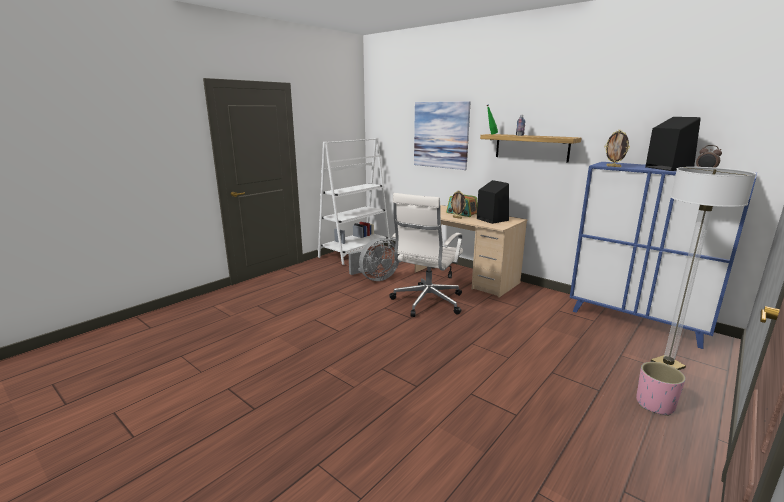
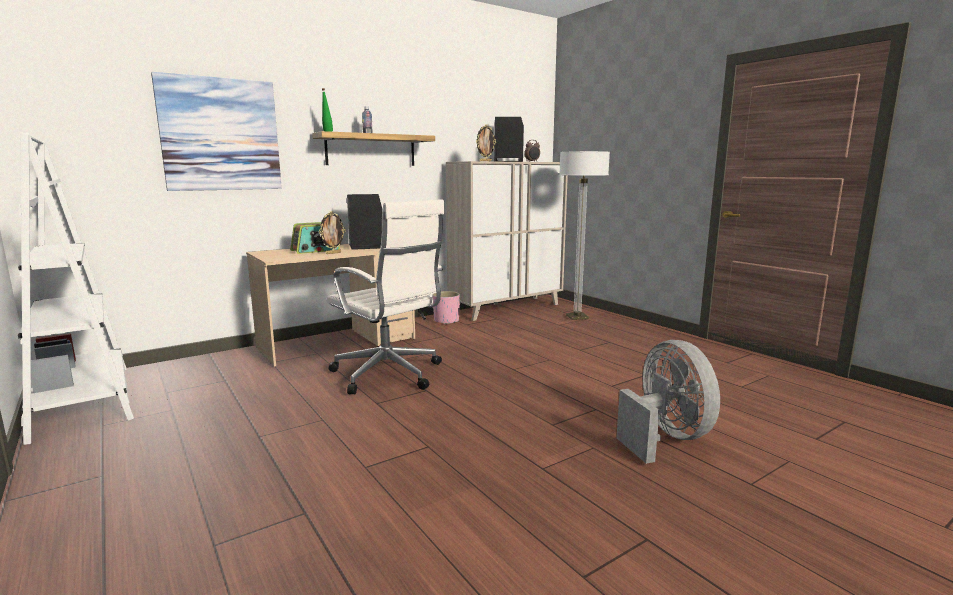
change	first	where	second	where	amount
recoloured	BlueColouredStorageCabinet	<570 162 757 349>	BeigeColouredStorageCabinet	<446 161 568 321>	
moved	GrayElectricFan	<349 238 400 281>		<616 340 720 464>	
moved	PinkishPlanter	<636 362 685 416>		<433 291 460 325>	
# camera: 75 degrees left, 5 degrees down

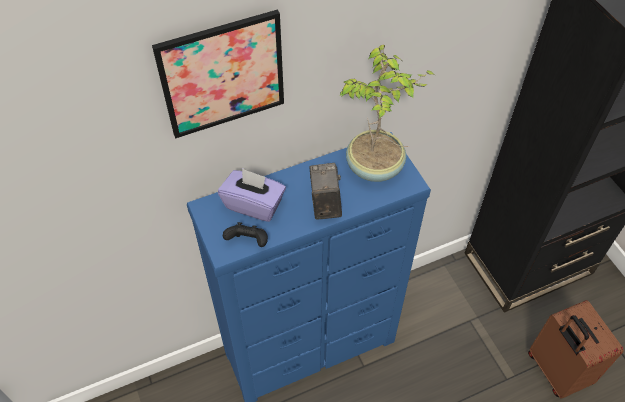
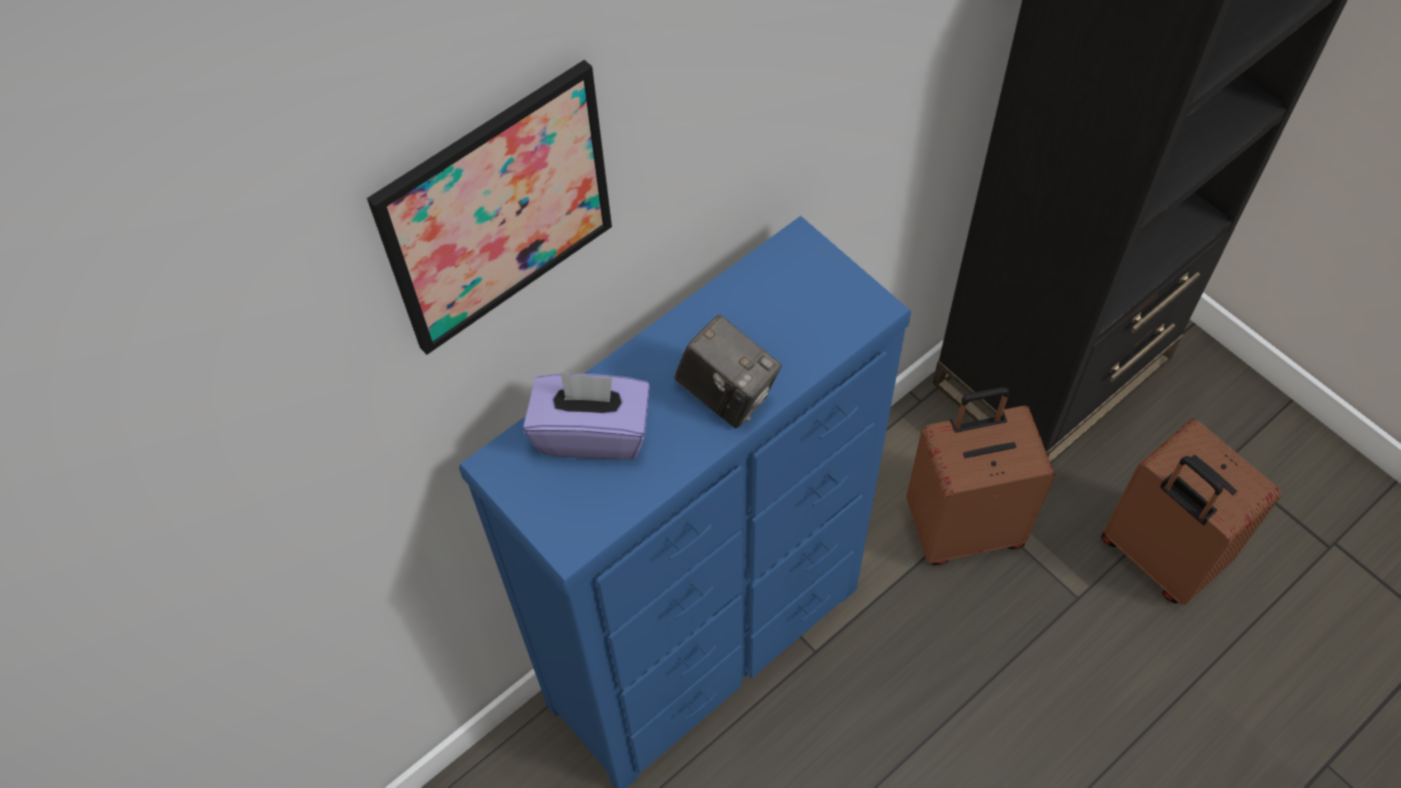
change	first	where	second	where	amount
removed	PottedPlant	<339 45 435 182>			
turned	PhotoCamera	<309 163 342 220>		<674 315 782 428>	150 degrees clockwise
removed	BlackishGameController	<223 222 268 247>			
added			BrownColouredSuitcase	<906 387 1055 565>	
# camera: 15 degrees left, 5 degrees up

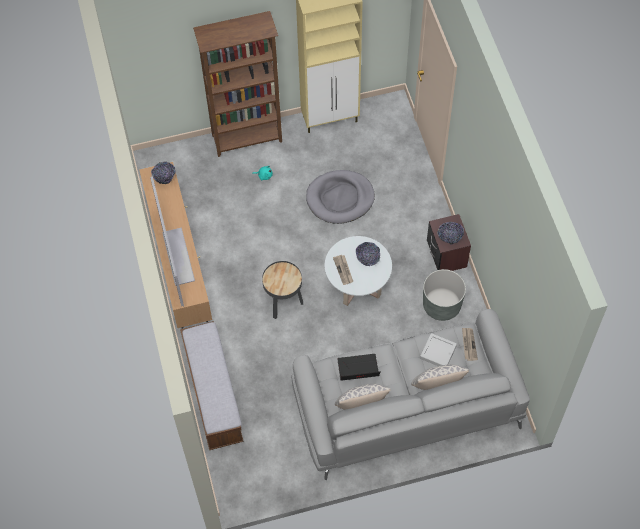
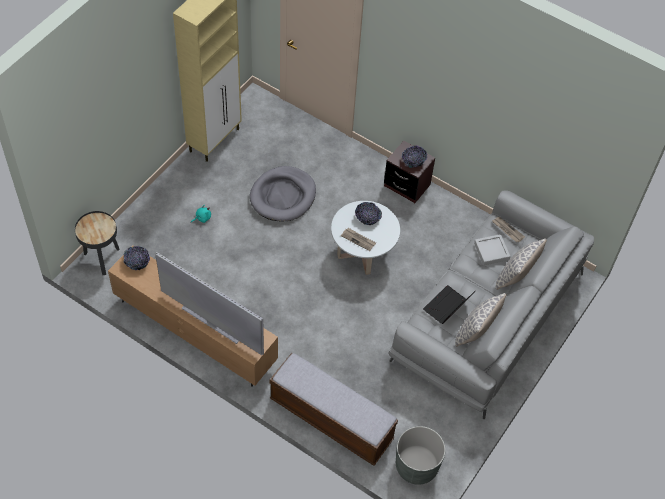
change	first	where	second	where	amount
removed	BrownColouredBookshelf	<193 11 282 157>			
moved	BlackishAccentTable	<262 261 303 319>		<75 211 120 275>	
moved	GrayPlanter	<423 269 466 321>		<396 426 446 485>	
# camera: 45 degrees left, 5 degrees down

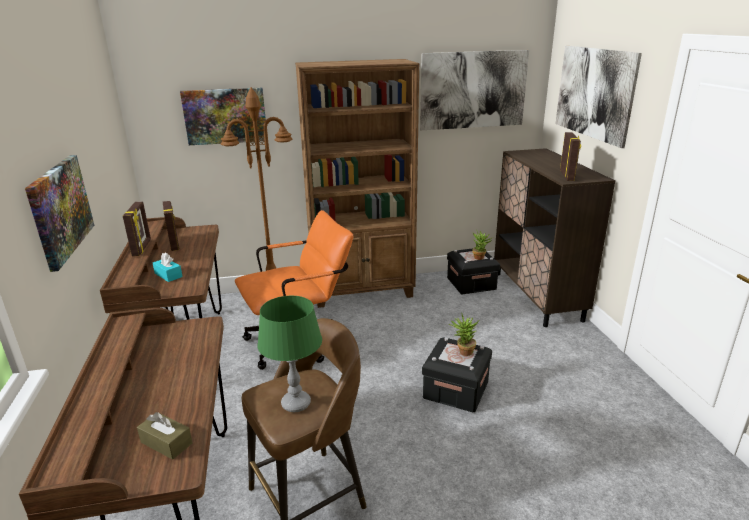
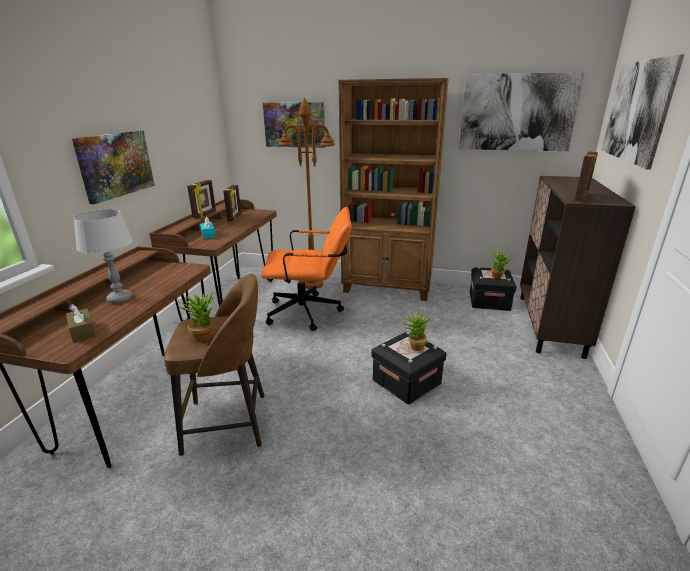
change	first	where	second	where	amount
replaced	GreenLampForATable	<257 296 322 412>	PottedPlant	<176 293 213 342>	
added			GrayLampForATable	<74 209 133 303>	
# camera: 25 degrees right, 0 degrees up

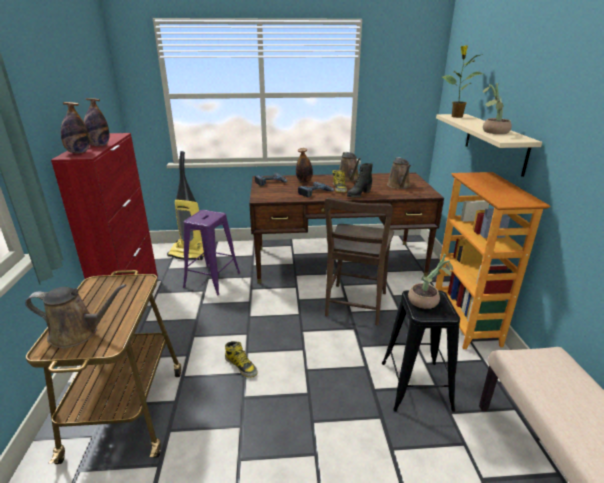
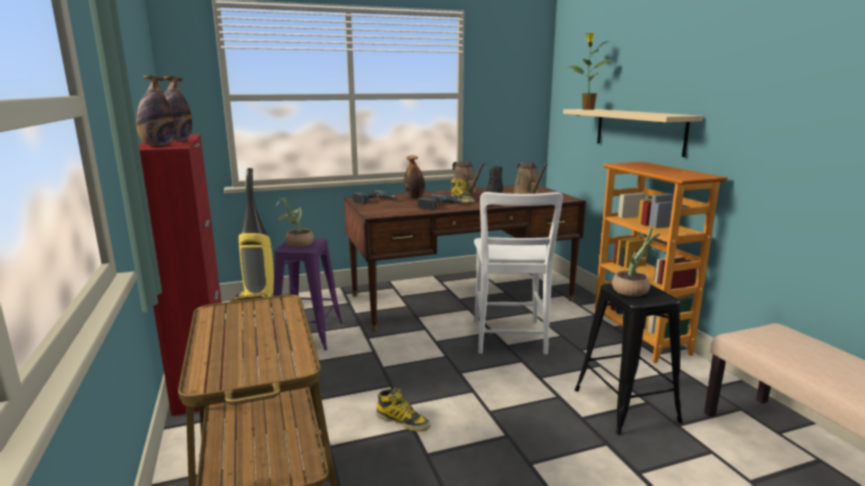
change	first	where	second	where	amount
moved	PottedPlant	<483 83 512 134>		<276 197 314 247>	
recoloured	BrownColouredUprightChair	<325 197 394 326>	WhiteColouredUprightChair	<474 192 563 355>	
removed	BrownColouredSprinklingCan	<25 284 126 348>			
# camera: 15 degrees left, 10 degrees down

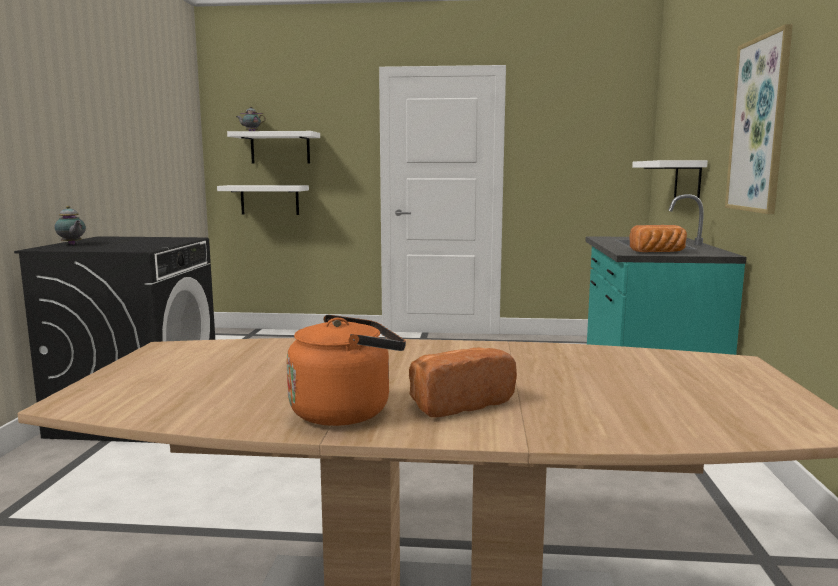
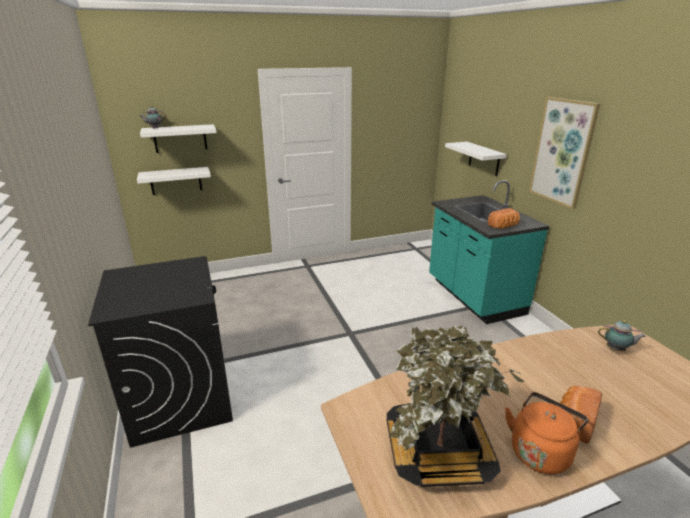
change	first	where	second	where	amount
moved	PotForTea	<55 206 86 245>		<598 320 646 352>	
added			PottedPlant	<387 325 525 487>	
# camera: 25 degrees left, 15 degrees up

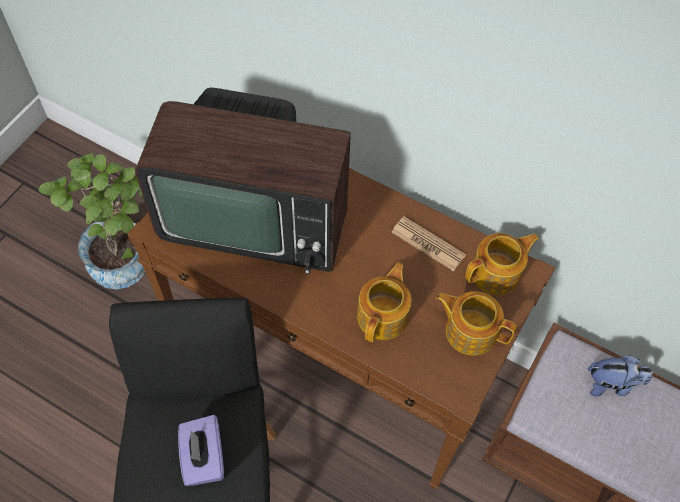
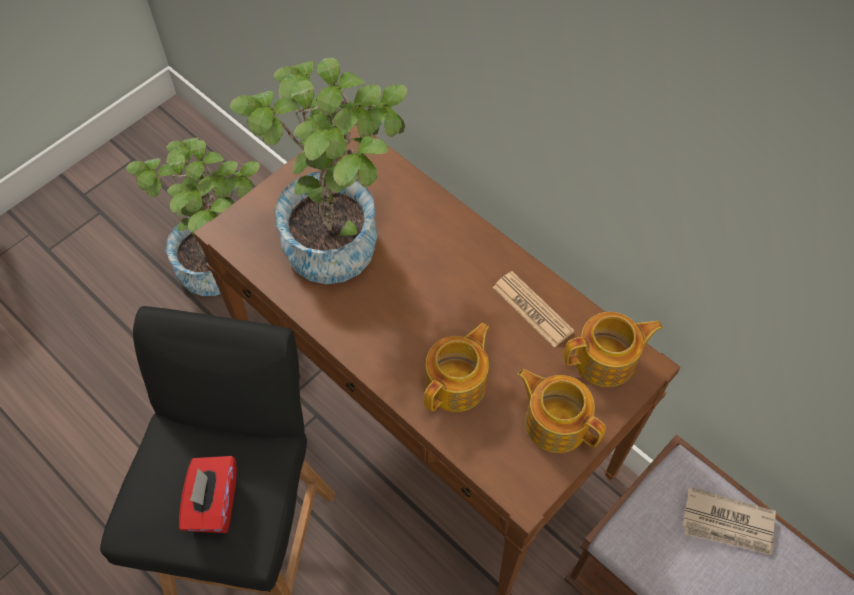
change	first	where	second	where	amount
replaced	TvSet	<135 88 351 274>	PottedPlant	<229 58 407 284>	
replaced	PlushToy	<588 355 653 397>	PrintedPaper	<682 487 776 555>	
recoloured	PurpleColouredTissueBox	<178 415 224 486>	RedTissueBox	<179 456 237 533>	
# camera: 15 degrees right, 0 degrees up

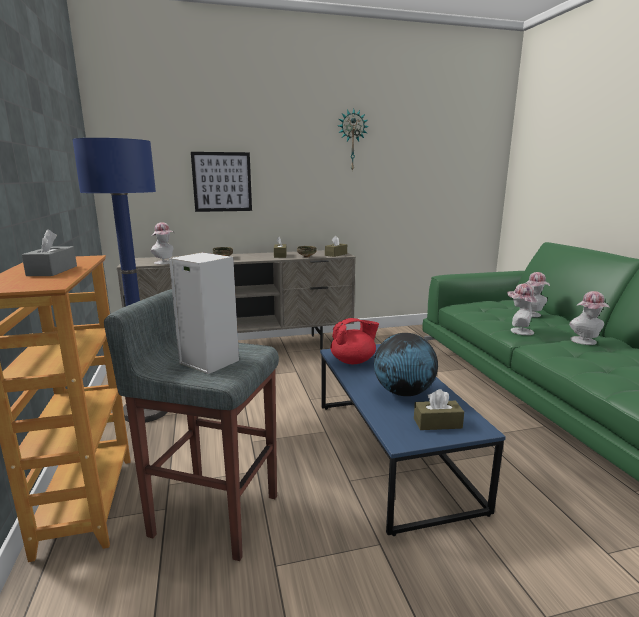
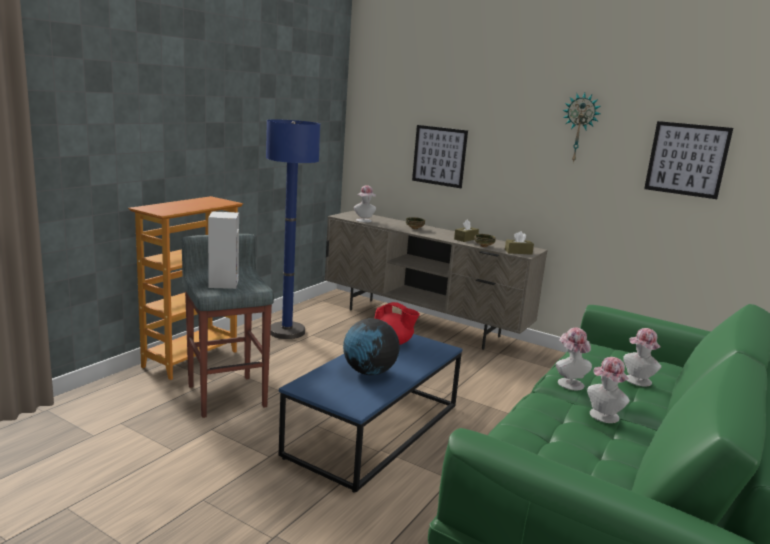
change	first	where	second	where	amount
removed	GrayTissueBox	<22 229 77 276>			
removed	BrownColouredTissueBox	<414 389 464 430>			
added			Picture	<644 121 733 199>	
# camera: 45 degrees right, 0 degrees up

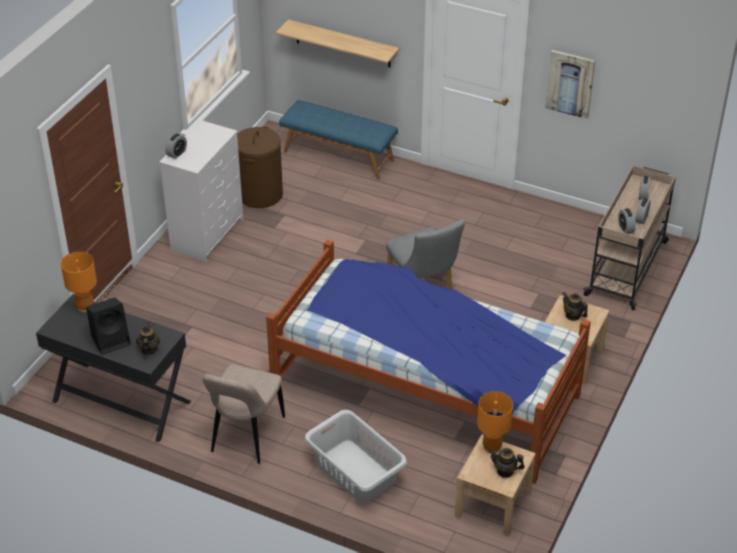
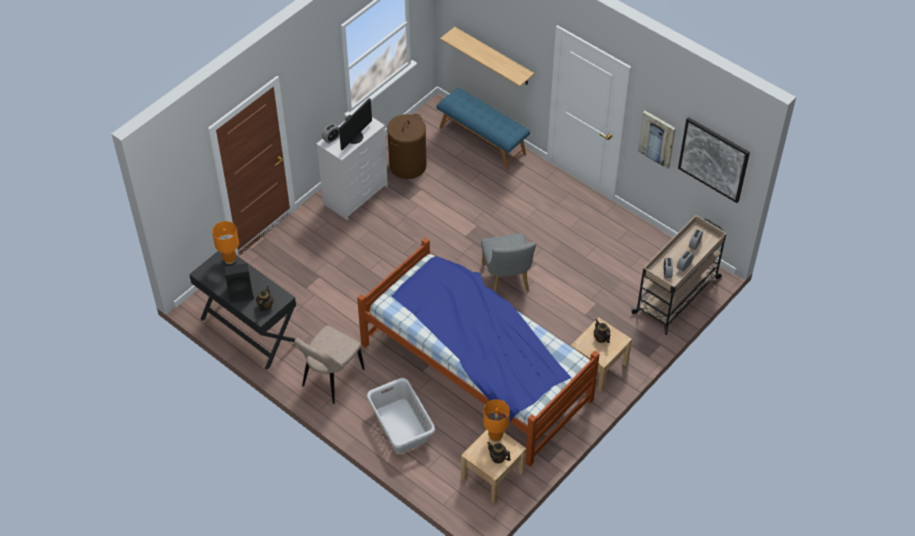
change	first	where	second	where	amount
added			Monitor	<339 98 372 150>	
added			Picture	<678 117 750 203>	
# camera: 15 degrees right, 10 degrees up

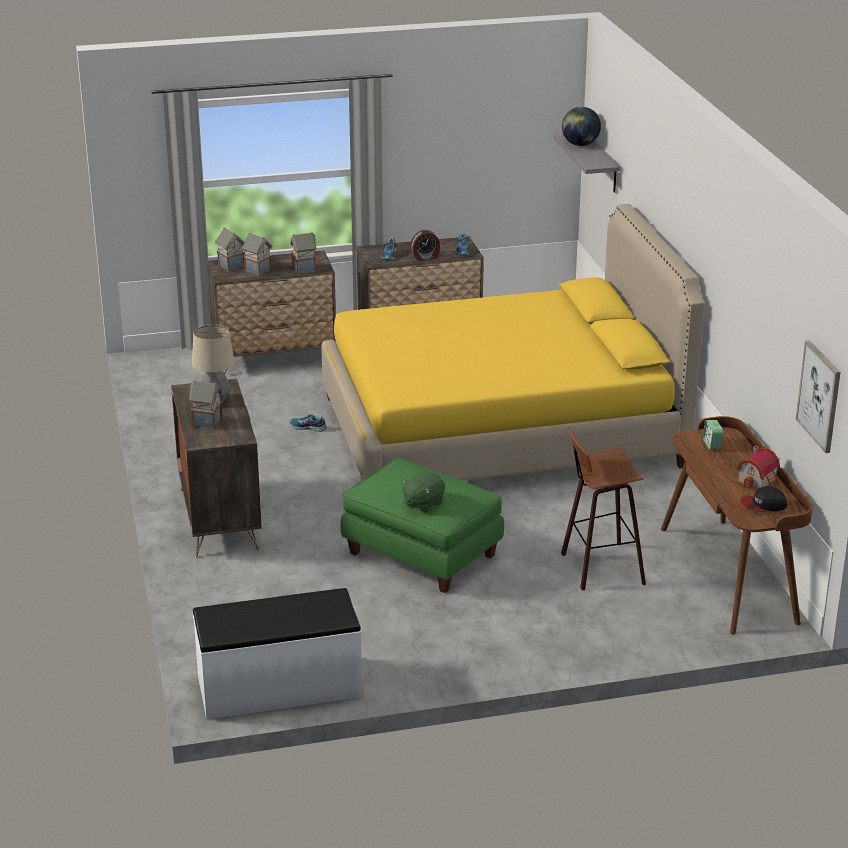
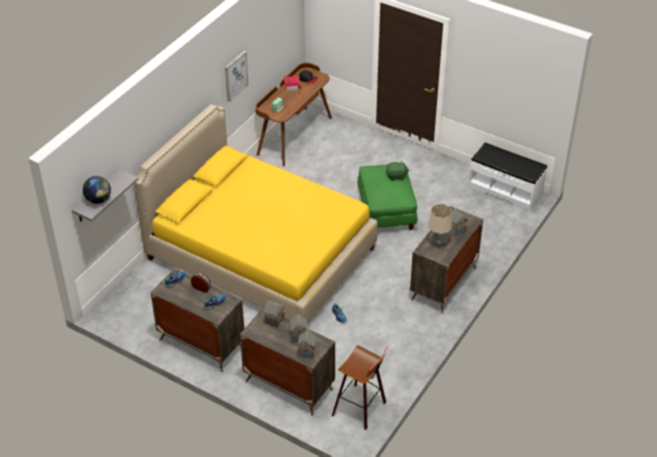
change	first	where	second	where	amount
moved	Picture	<796 340 841 453>		<225 51 248 102>	
moved	SittingStool	<561 426 646 590>		<332 345 388 430>	
# camera: 135 degrees left, 15 degrees up

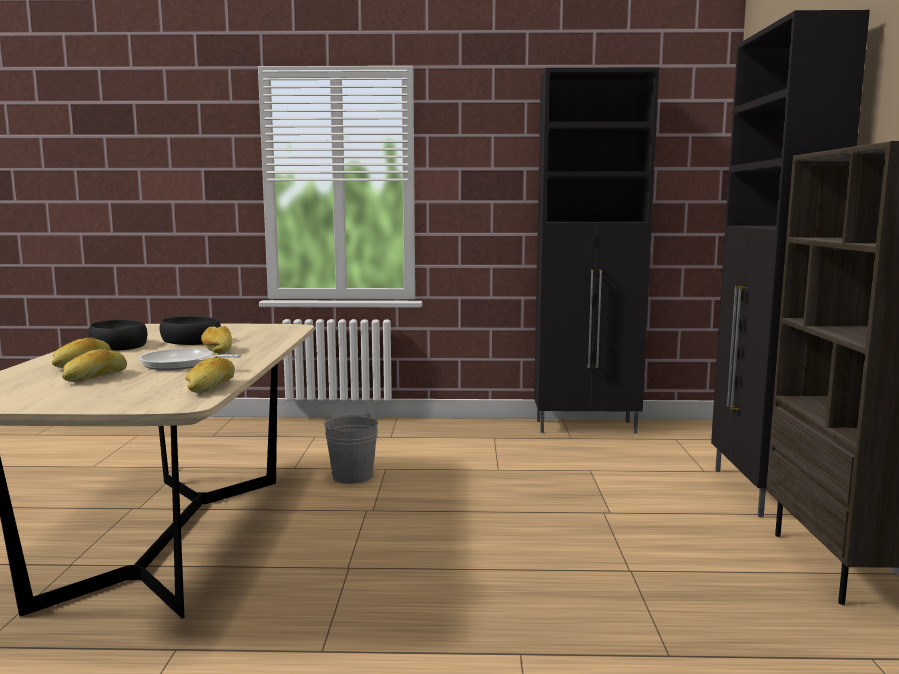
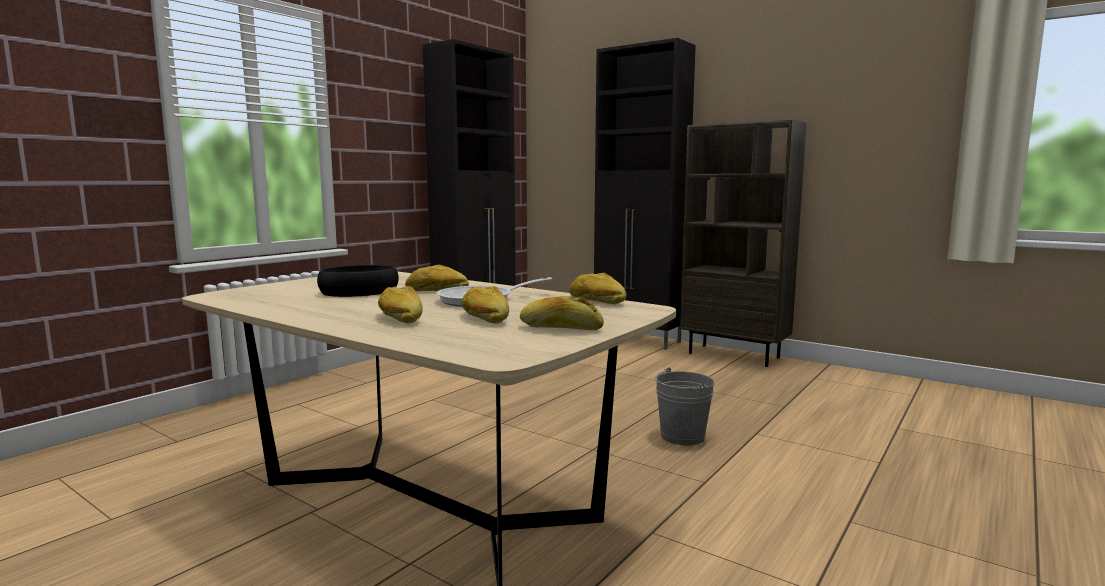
change	first	where	second	where	amount
removed	BlackishBowl	<88 320 147 350>			
moved	GrayWaterBucket	<324 413 378 484>		<655 367 715 446>	
added			Bread	<520 296 604 330>	
# camera: 55 degrees left, 0 degrees up

